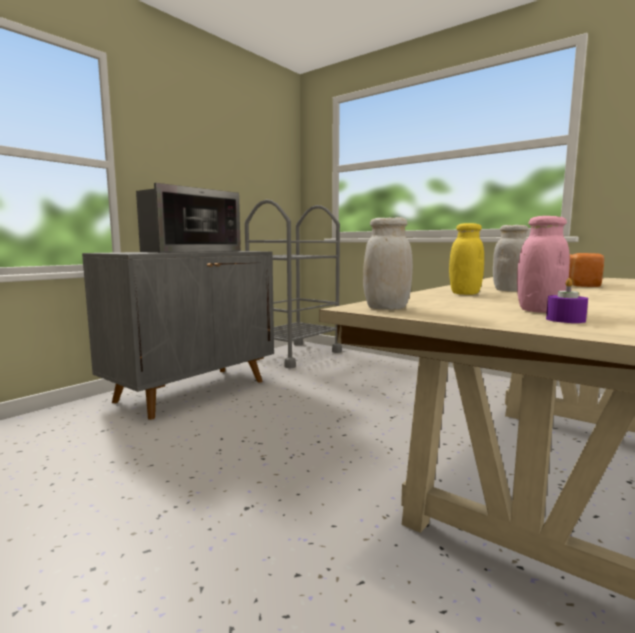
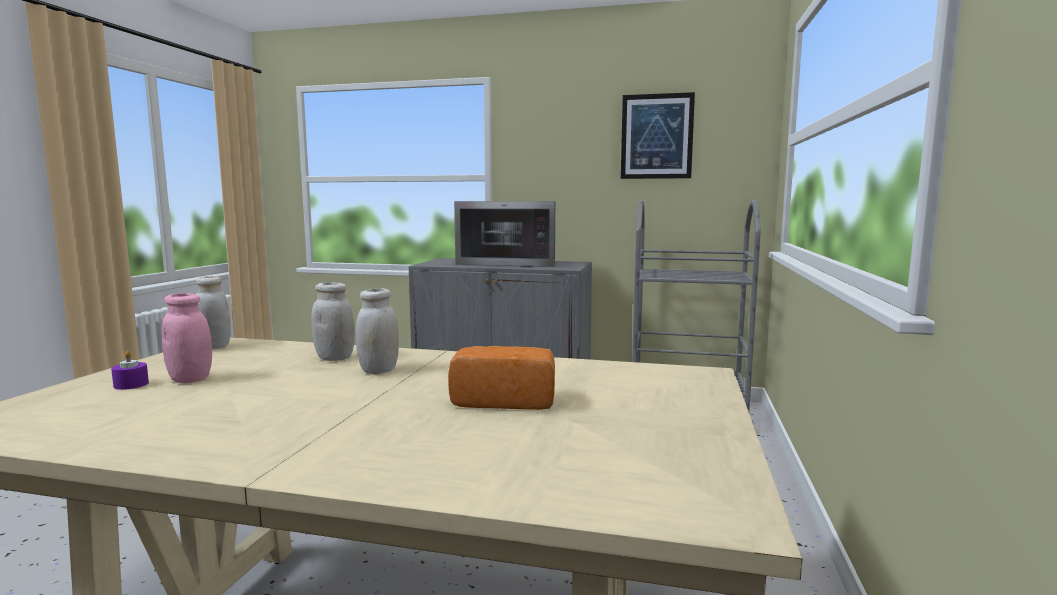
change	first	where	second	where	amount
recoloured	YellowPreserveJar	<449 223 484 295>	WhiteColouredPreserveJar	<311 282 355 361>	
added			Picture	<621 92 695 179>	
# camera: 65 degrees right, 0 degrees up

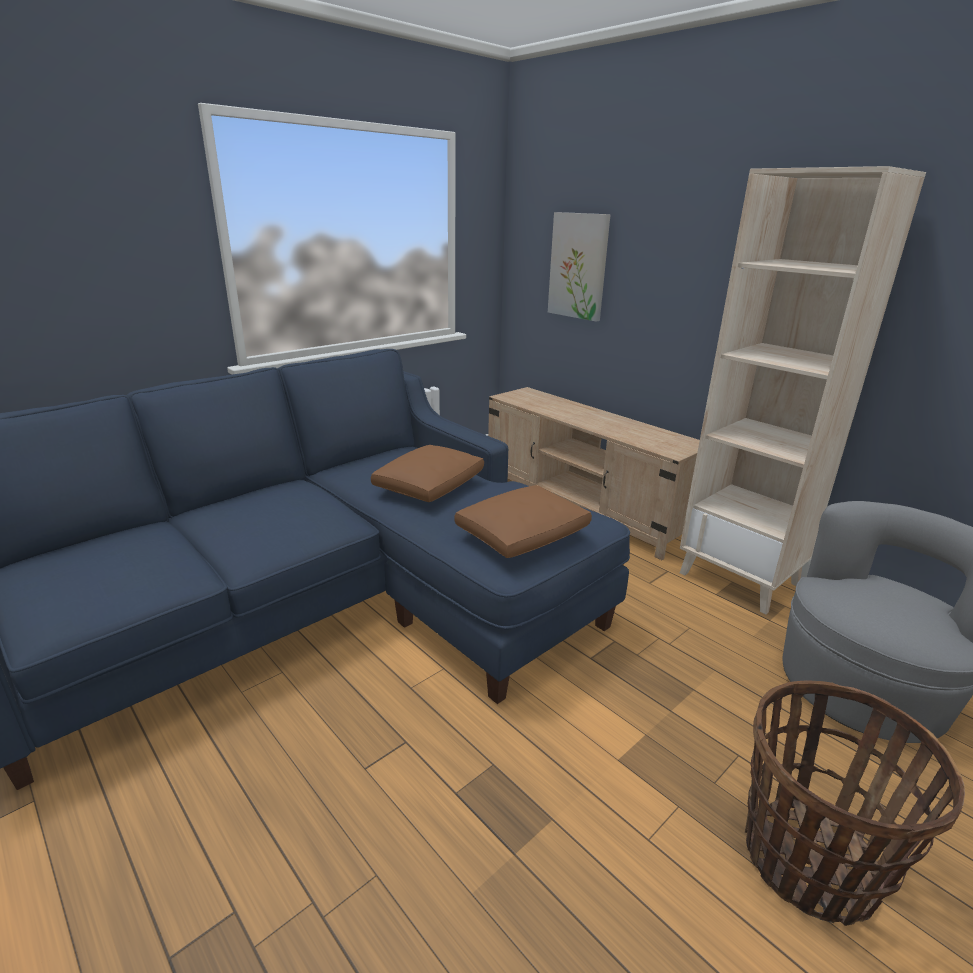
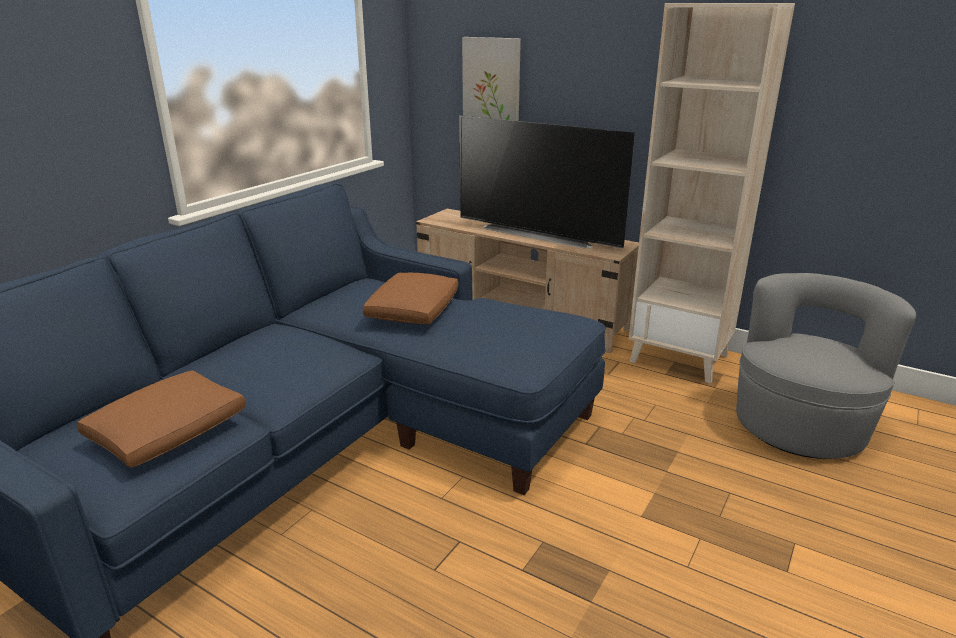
change	first	where	second	where	amount
moved	BrownColouredCushion	<454 485 592 558>		<77 370 246 468>	
removed	HouseholdBasket	<745 680 965 926>			
added			TvSet	<459 115 635 249>	
# camera: 15 degrees left, 0 degrees up

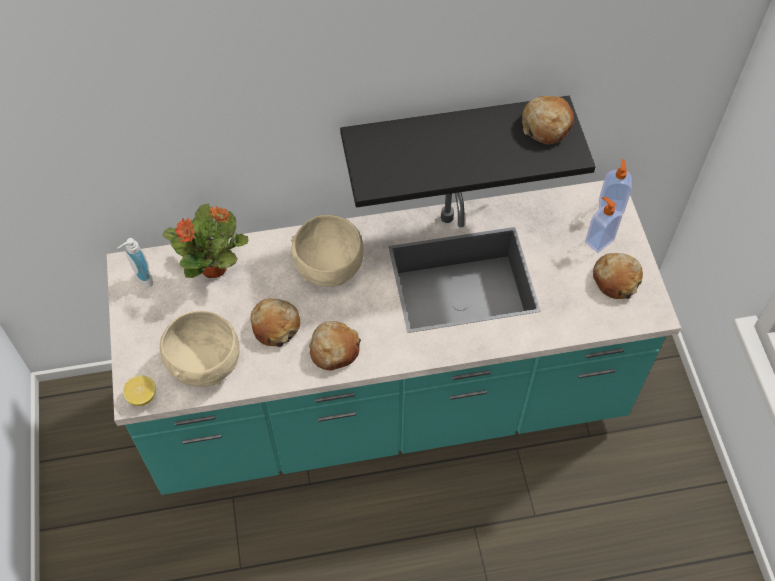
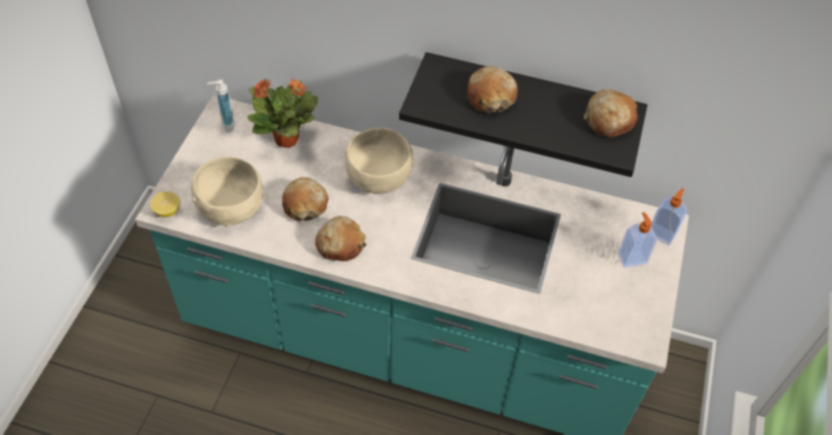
change	first	where	second	where	amount
moved	Bread	<593 253 643 299>		<468 66 518 113>	
# camera: 25 degrees right, 5 degrees down

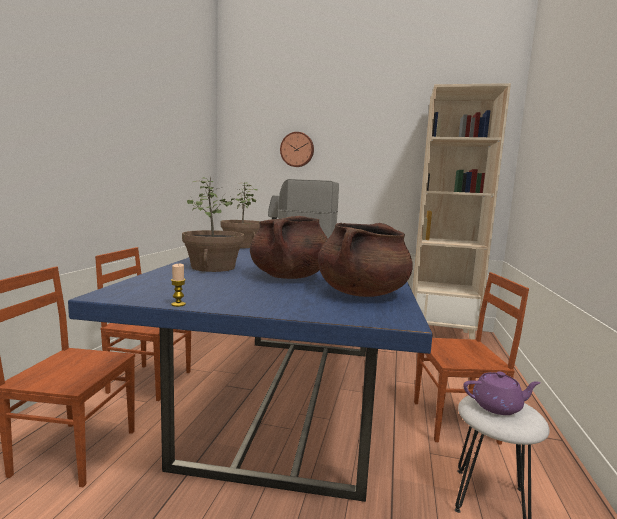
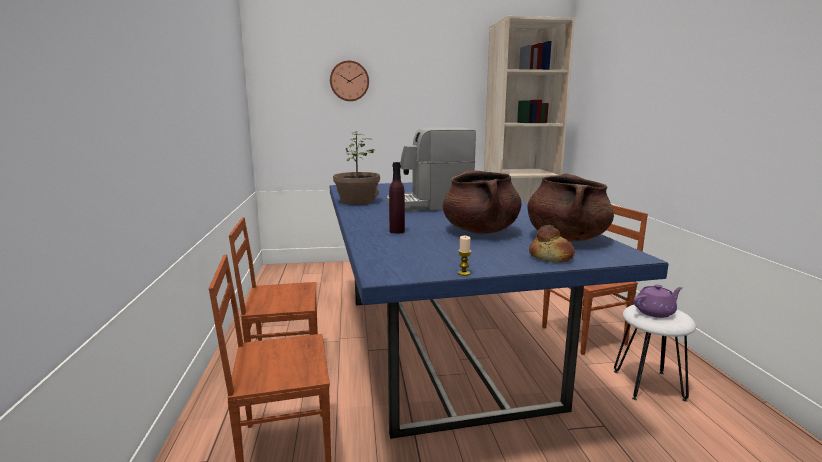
change	first	where	second	where	amount
replaced	PottedPlant	<182 177 244 272>	PurpleColouredBeverageBottle	<389 162 405 234>	
added			Bread	<529 225 575 262>	
# camera: 20 degrees left, 5 degrees up

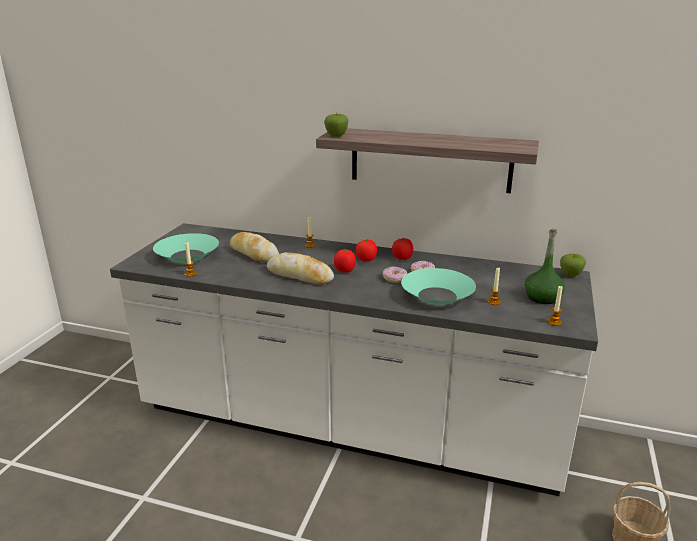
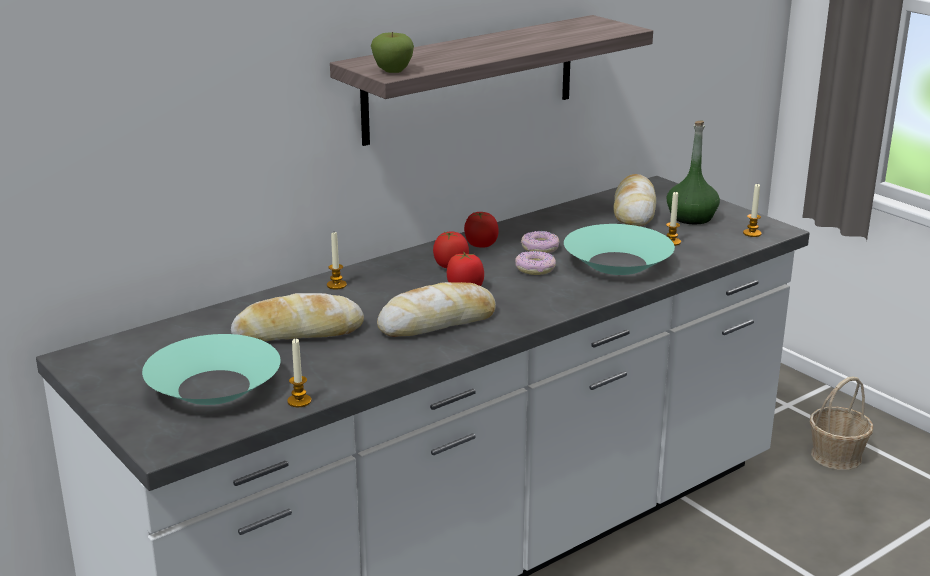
change	first	where	second	where	amount
removed	AppleFruit	<560 254 586 277>			
added			Bread	<614 174 656 226>	
# camera: 55 degrees left, 0 degrees up

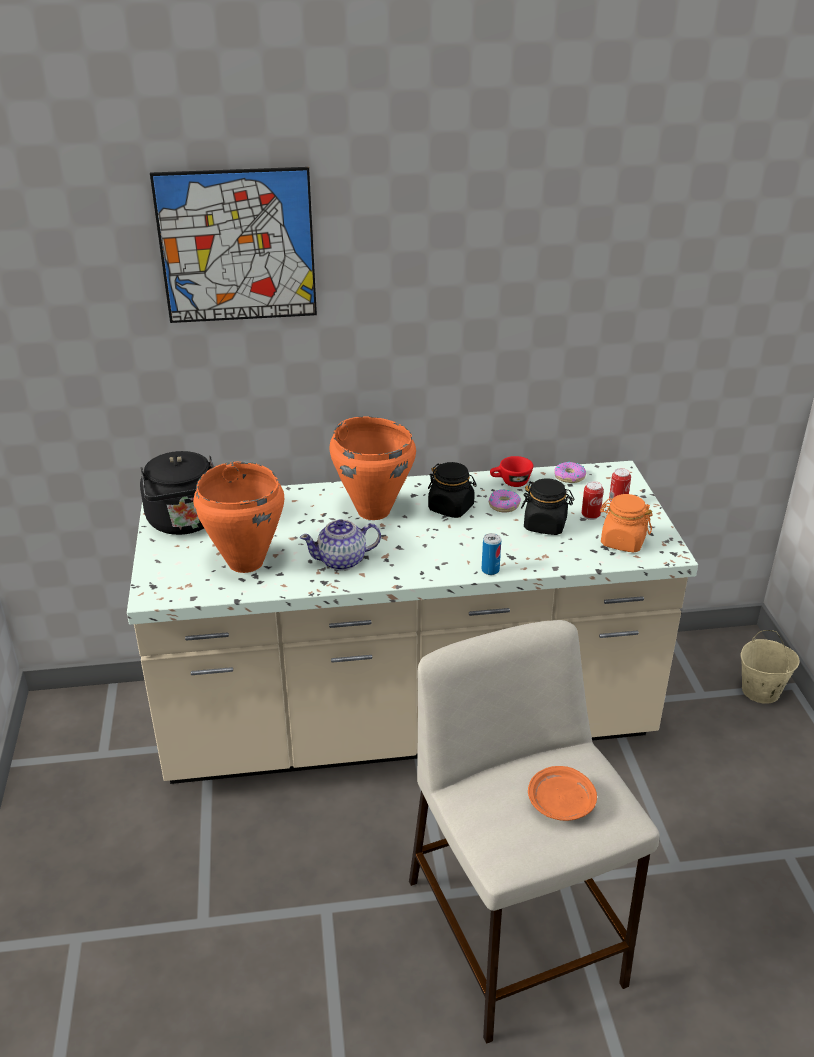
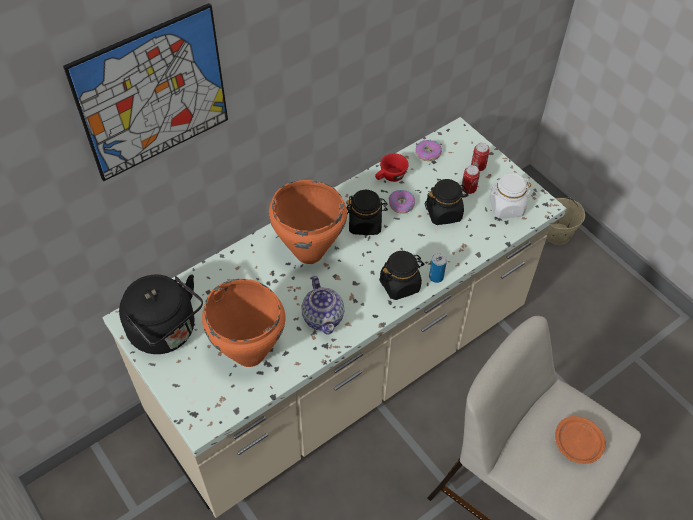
change	first	where	second	where	amount
recoloured	OrangePreserveJar	<600 494 653 553>	WhiteColouredPreserveJar	<489 173 531 218>	
turned	PotForTea	<299 519 381 570>		<302 276 344 335>	60 degrees counterclockwise
added			BlackishPreserveJar	<379 251 424 300>	
# camera: 30 degrees left, 20 degrees up

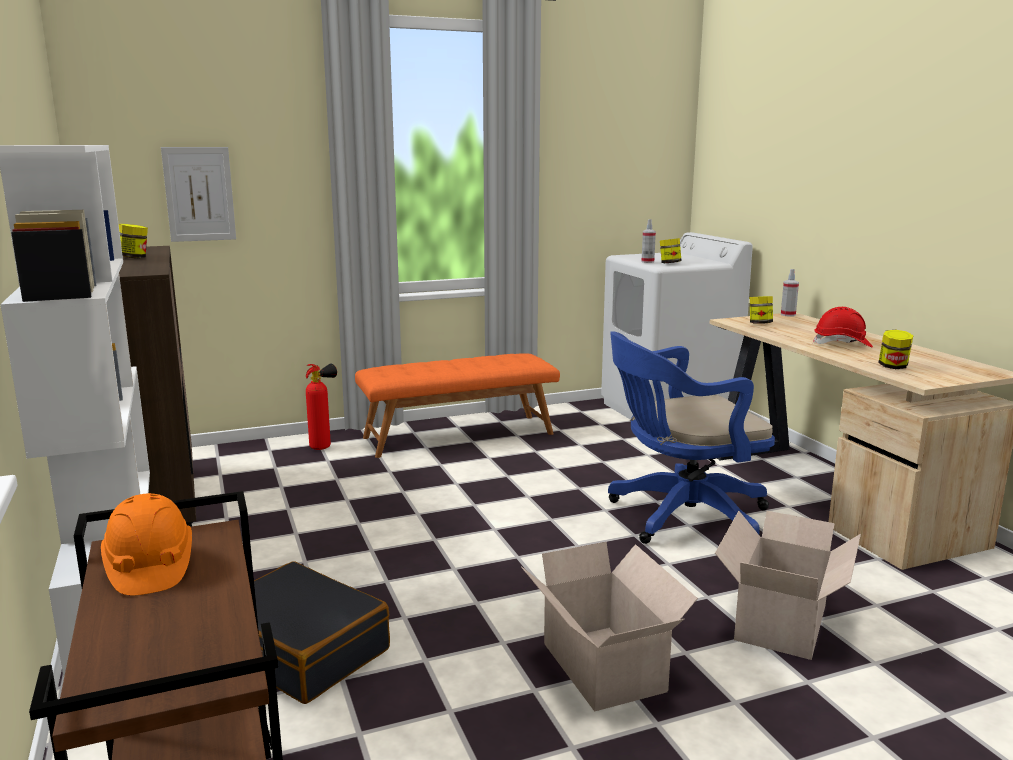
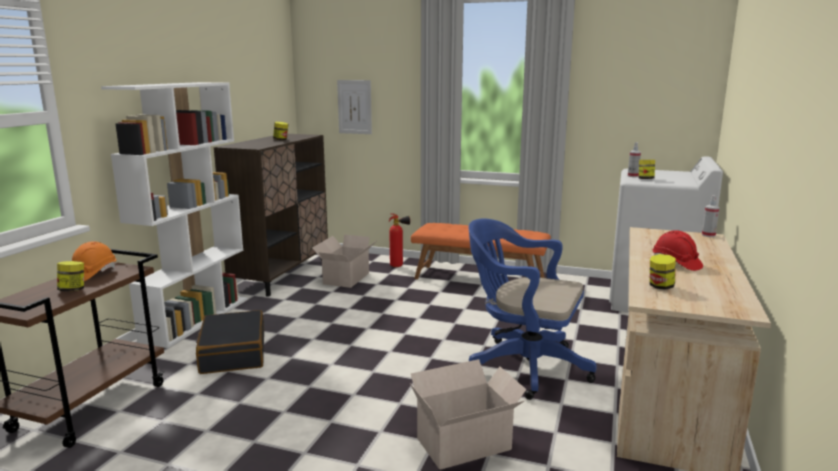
change	first	where	second	where	amount
moved	PreserveJar	<750 296 773 324>		<57 261 84 292>	
moved	Carton	<521 542 698 712>		<312 235 376 288>	
# camera: 40 degrees right, 0 degrees up

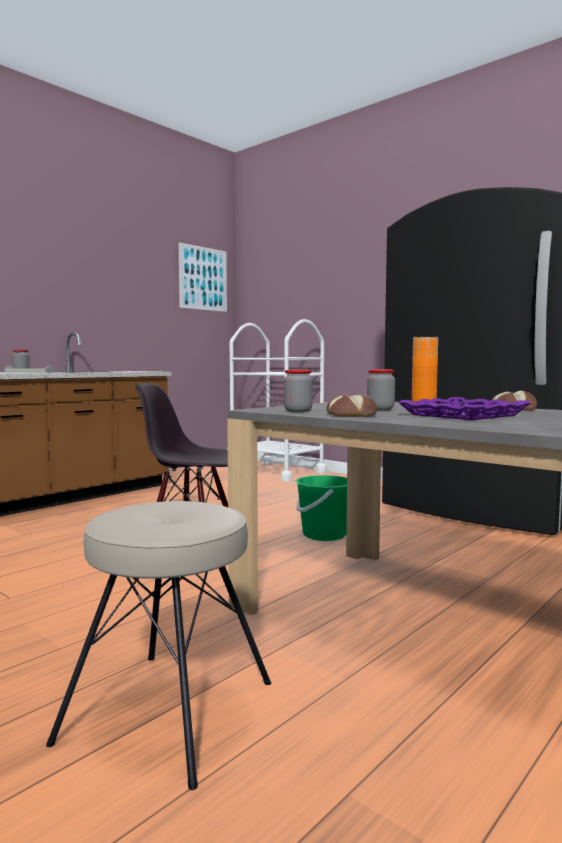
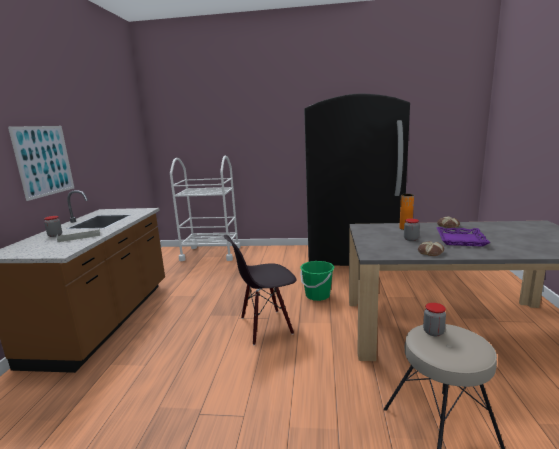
change	first	where	second	where	amount
moved	Picture	<178 242 227 312>		<8 126 74 201>	
moved	PreserveJar	<284 369 313 412>		<423 303 446 336>	
# camera: 35 degrees left, 10 degrees up

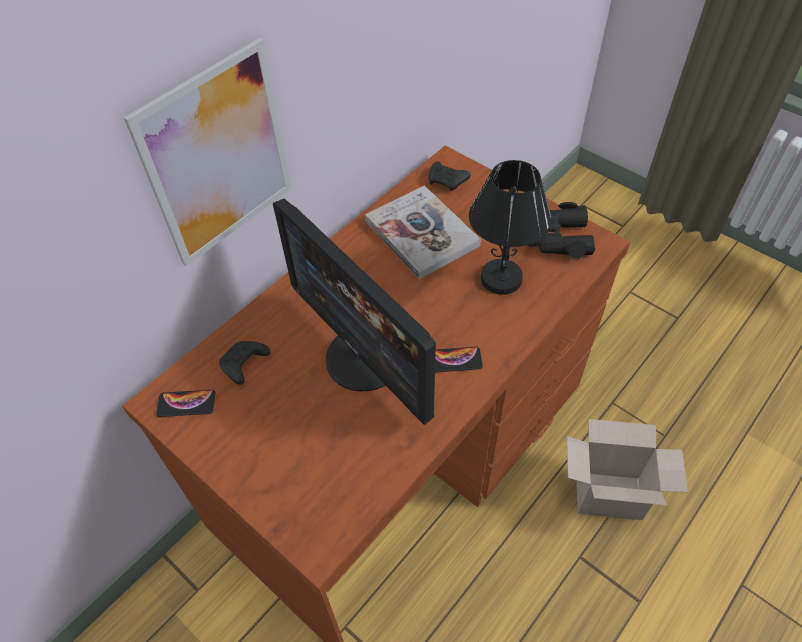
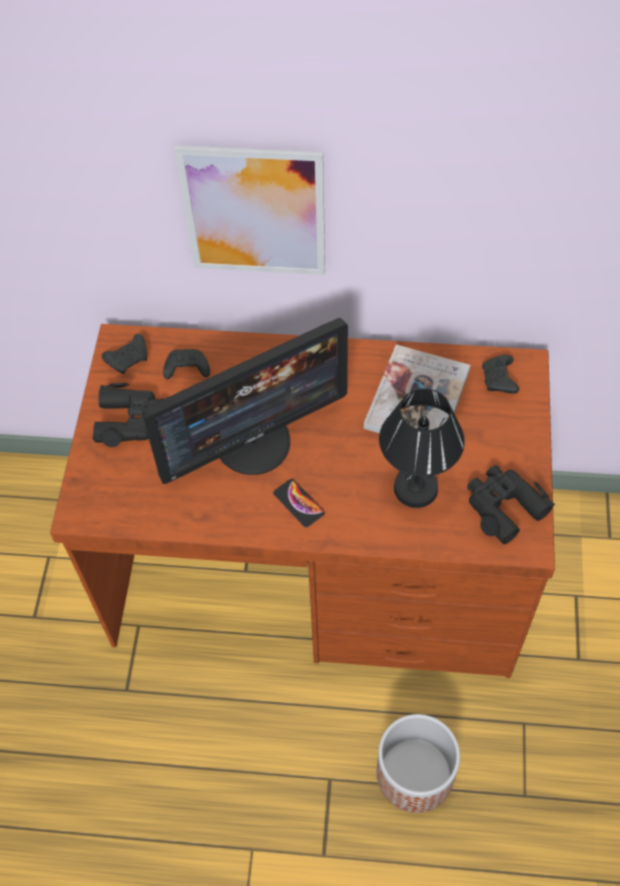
change	first	where	second	where	amount
turned	Monitor	<273 199 436 425>		<142 318 348 484>	135 degrees counterclockwise
replaced	Telephone	<156 390 215 417>	BlackishGameController	<102 334 147 374>	
replaced	Carton	<567 419 688 520>	Planter	<377 714 460 813>	
added			BlackishFieldGlasses	<92 383 163 447>	
# camera: 55 degrees right, 5 degrees up

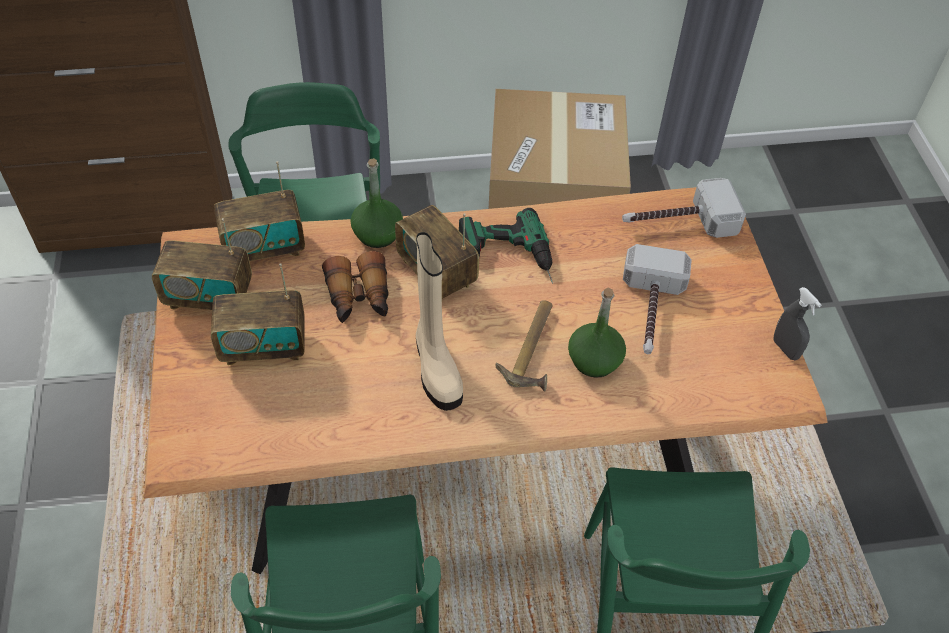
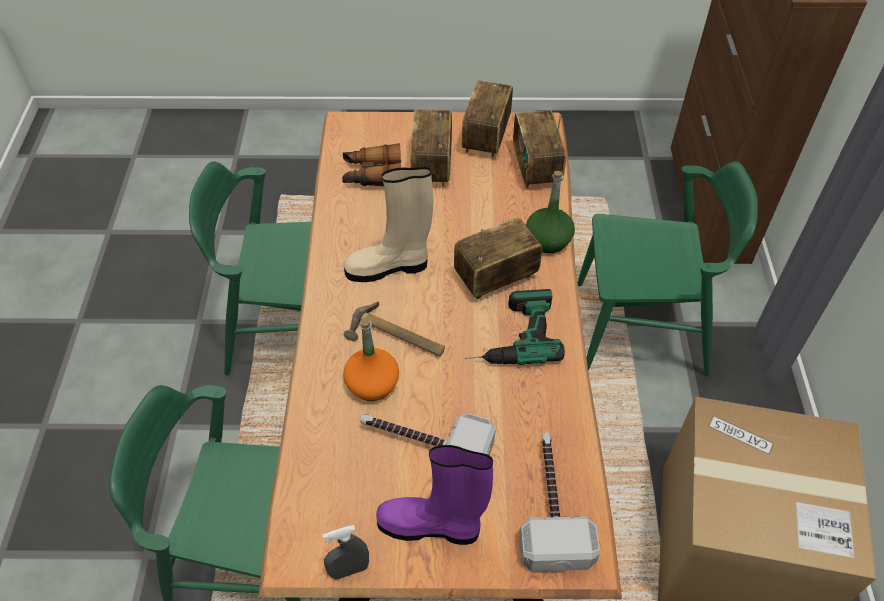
change	first	where	second	where	amount
moved	FieldGlasses	<322 251 389 323>		<342 143 401 186>	
recoloured	GreenBeverageBottle	<568 288 626 378>	OrangeBeverageBottle	<343 318 399 401>	
added			PurpleColouredTallBoot	<376 445 493 545>	
# camera: 100 degrees right, 0 degrees up

